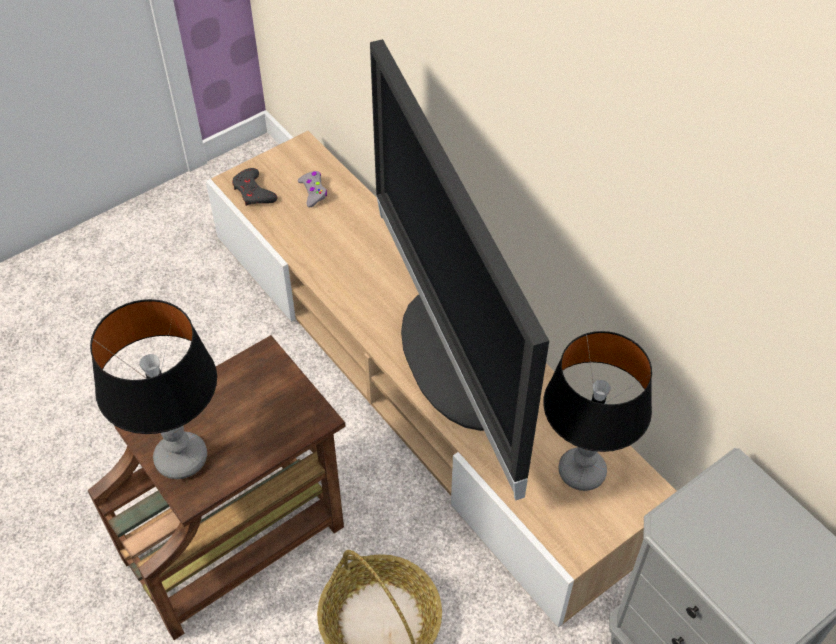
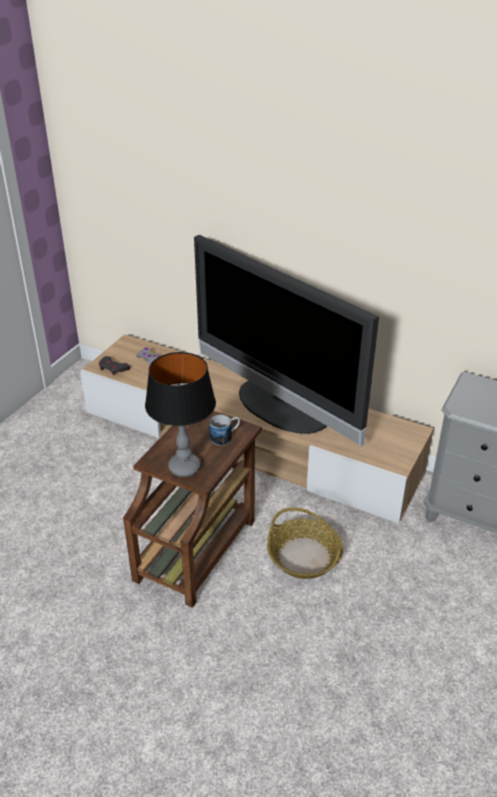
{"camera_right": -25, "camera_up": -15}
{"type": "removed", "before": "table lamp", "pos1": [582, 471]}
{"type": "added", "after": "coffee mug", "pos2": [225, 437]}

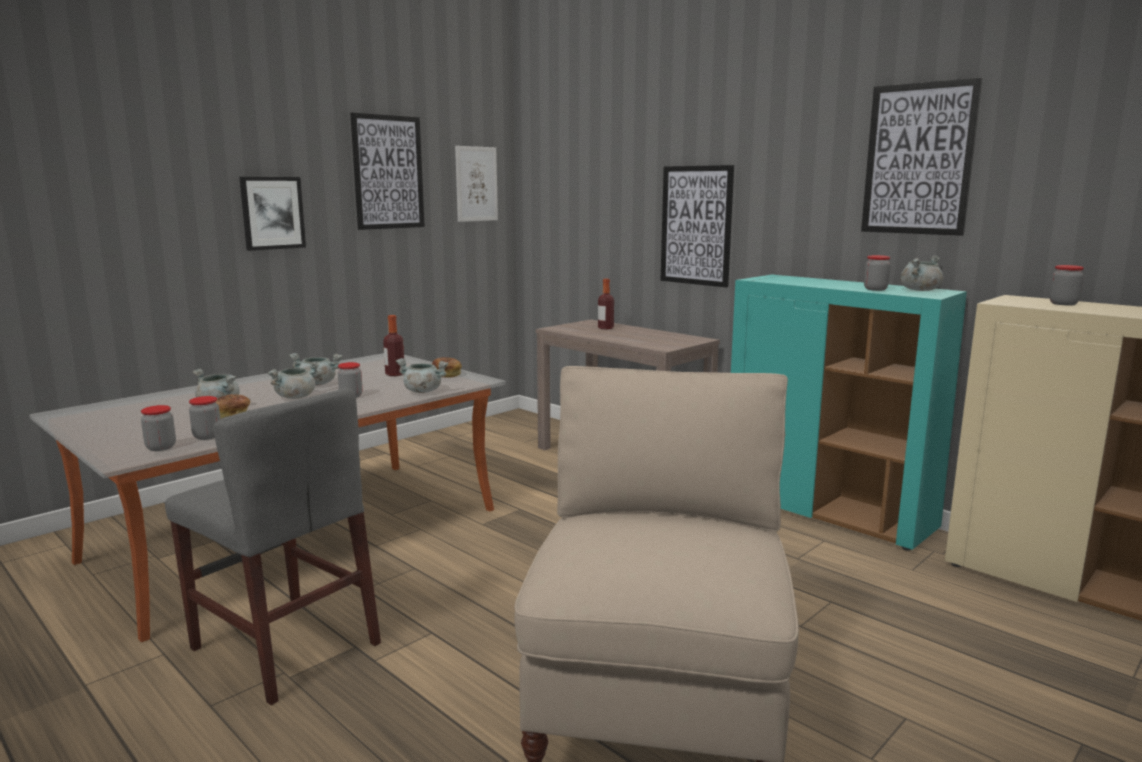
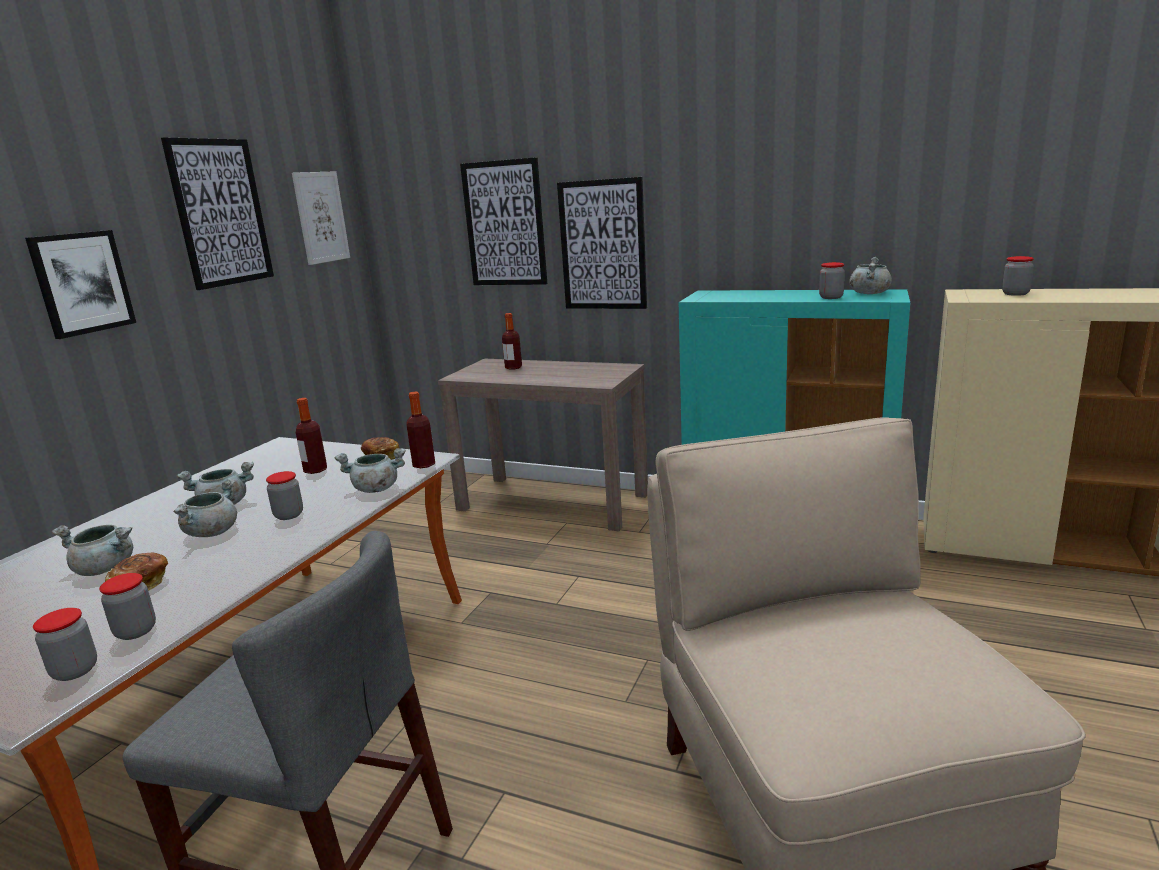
{"camera_right": -20, "camera_up": 5}
{"type": "moved", "before": "picture", "pos1": [918, 159], "pos2": [504, 224]}
{"type": "added", "after": "drink bottle", "pos2": [424, 464]}

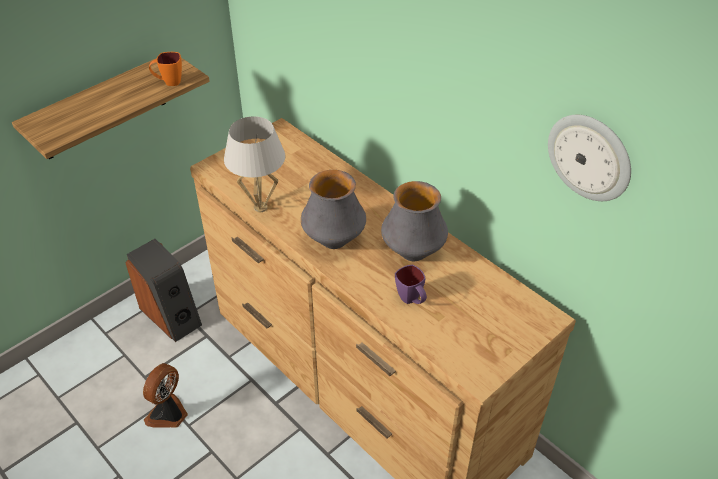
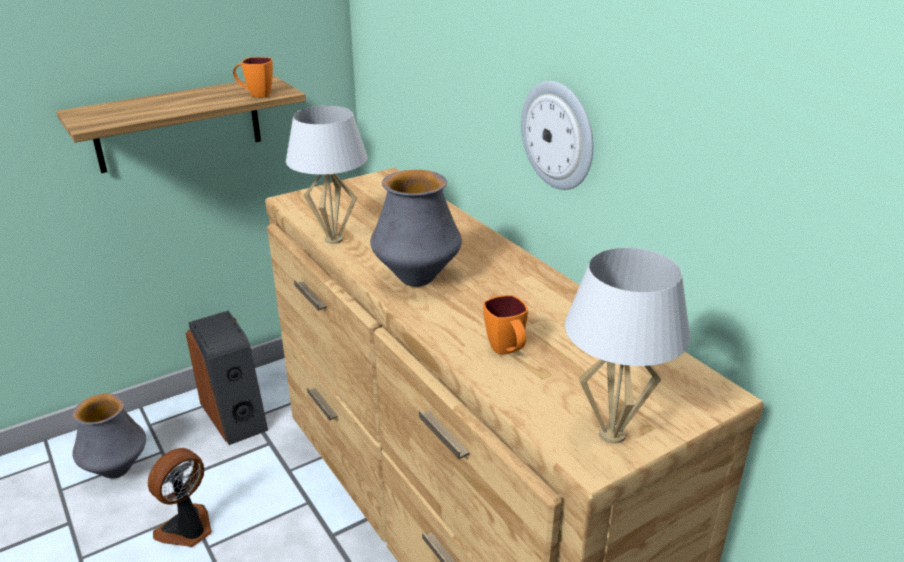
{"camera_right": 10, "camera_up": -15}
{"type": "moved", "before": "clock on the wall", "pos1": [590, 157], "pos2": [558, 135]}
{"type": "moved", "before": "decorative vase", "pos1": [412, 253], "pos2": [116, 470]}
{"type": "recoloured", "before": "coffee mug (purplish)", "after": "coffee mug (orange)", "pos1": [411, 300], "pos2": [507, 351]}
{"type": "added", "after": "table lamp (whitish)", "pos2": [612, 434]}

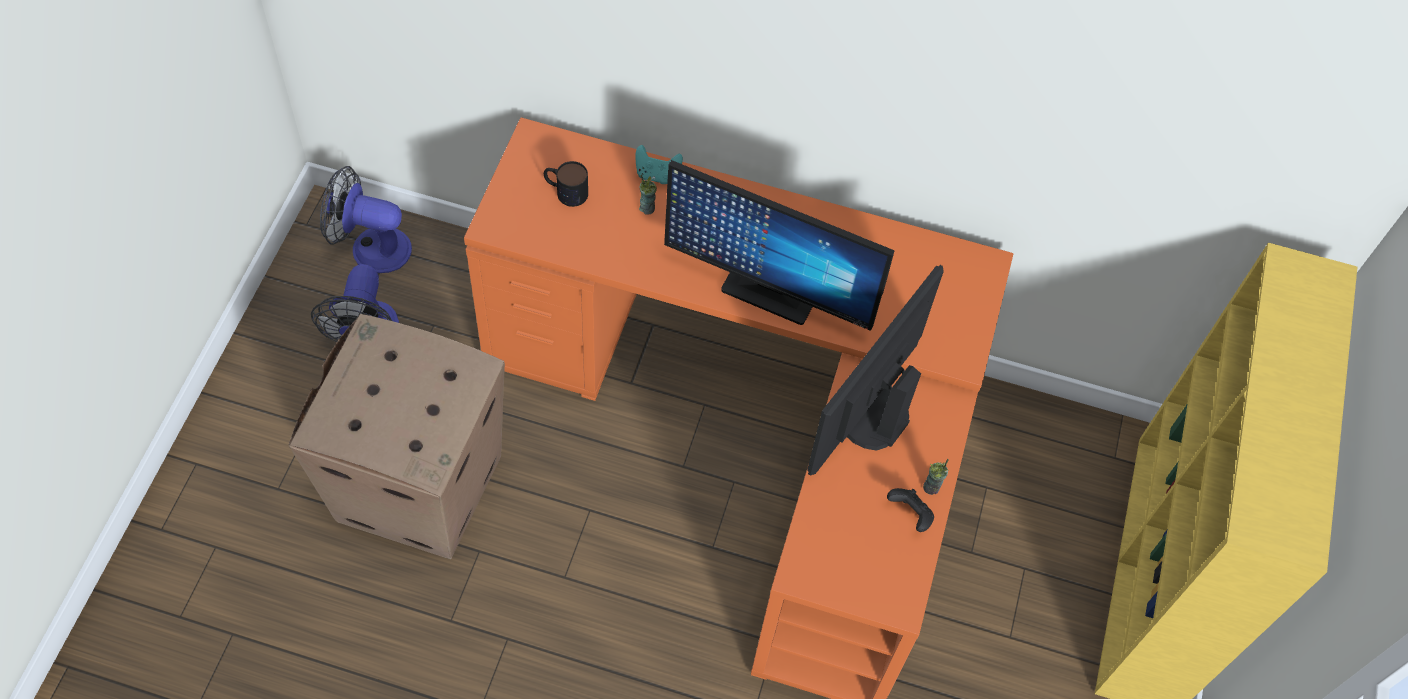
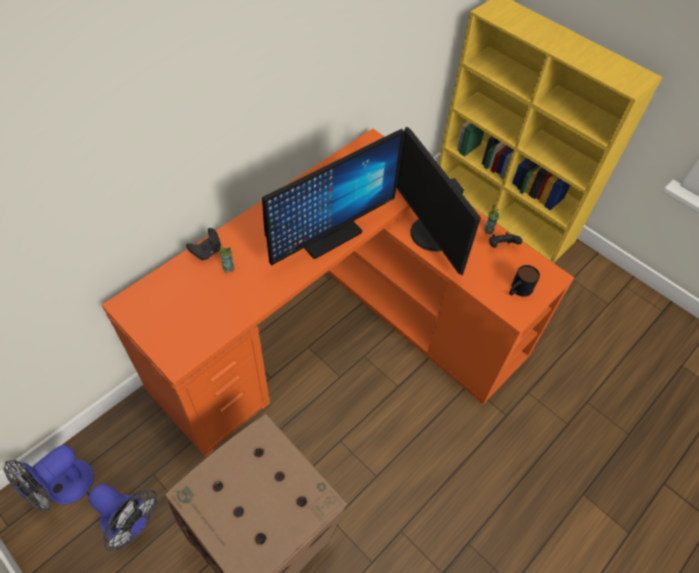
{"camera_right": -60, "camera_up": -5}
{"type": "recoloured", "before": "game controller (turquoise-coloured)", "after": "game controller (black-coloured)", "pos1": [656, 174], "pos2": [207, 252]}
{"type": "moved", "before": "coffee mug", "pos1": [565, 191], "pos2": [518, 290]}

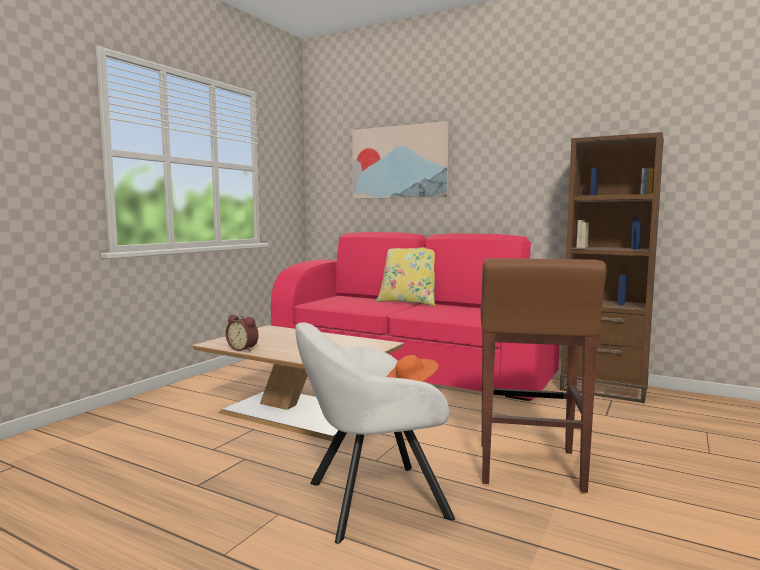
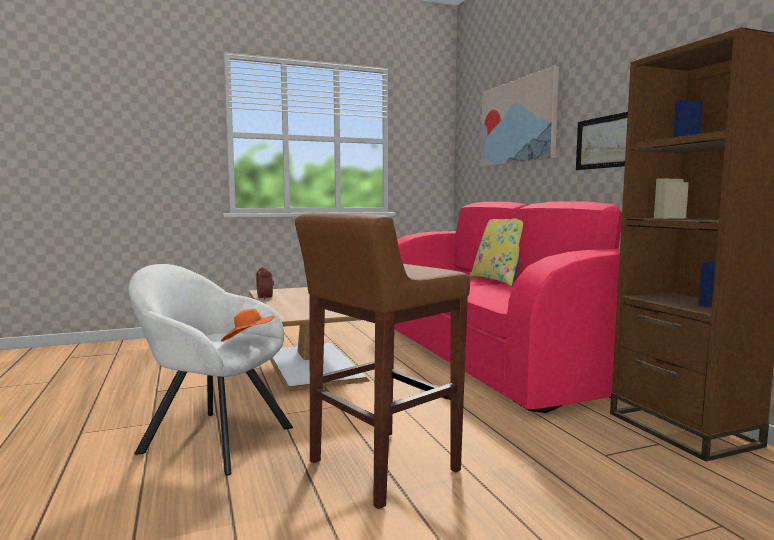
{"camera_right": 40, "camera_up": 0}
{"type": "added", "after": "picture", "pos2": [603, 142]}

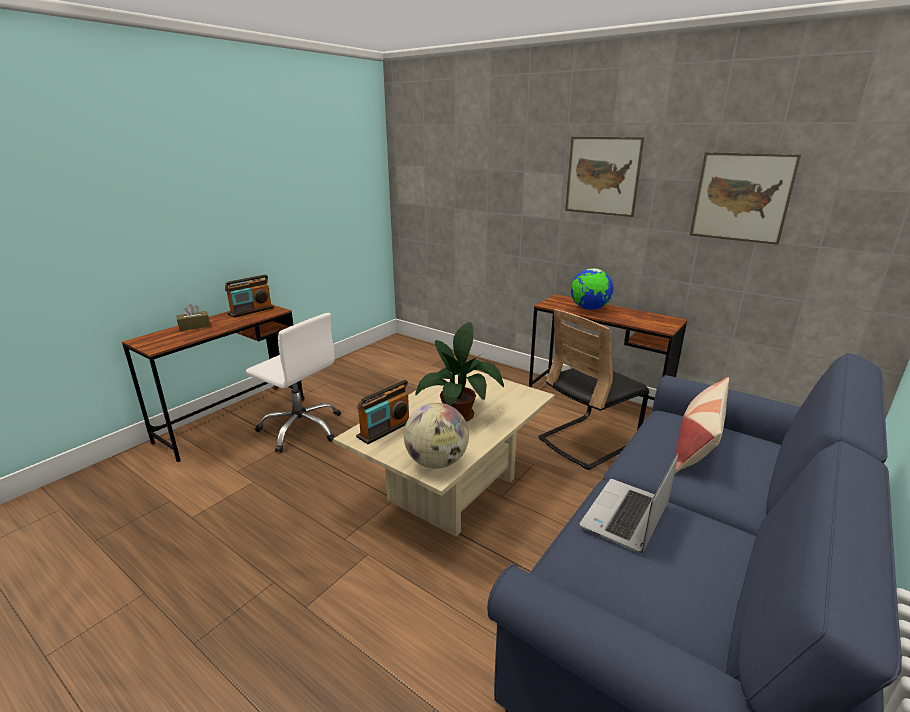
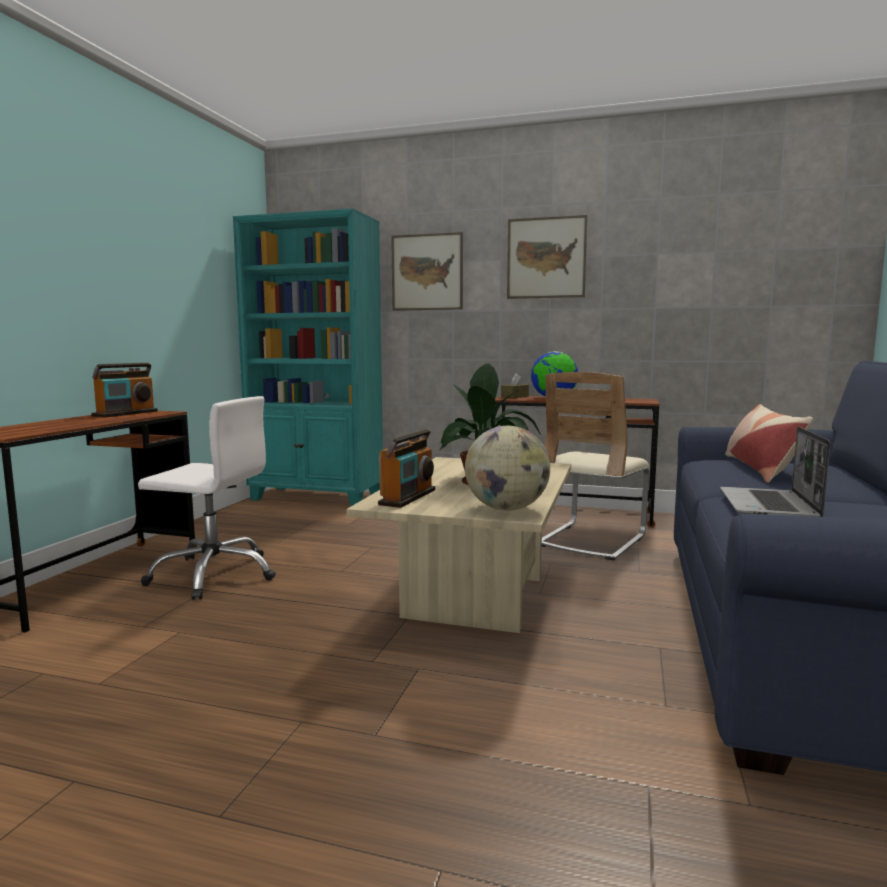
{"camera_right": -20, "camera_up": -15}
{"type": "moved", "before": "picture", "pos1": [741, 197], "pos2": [427, 272]}
{"type": "moved", "before": "tissue holder (brownish)", "pos1": [194, 326], "pos2": [514, 397]}
{"type": "recoloured", "before": "upright chair (black-coloured)", "after": "upright chair (beige)", "pos1": [588, 441], "pos2": [591, 540]}
{"type": "added", "after": "bookcase (turquoise-coloured)", "pos2": [317, 497]}

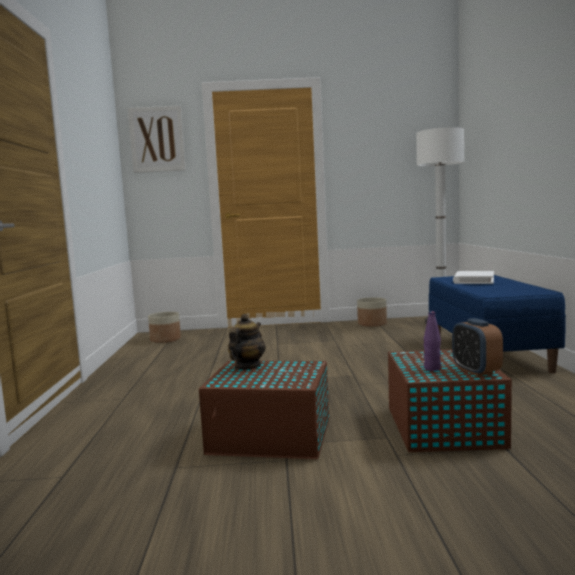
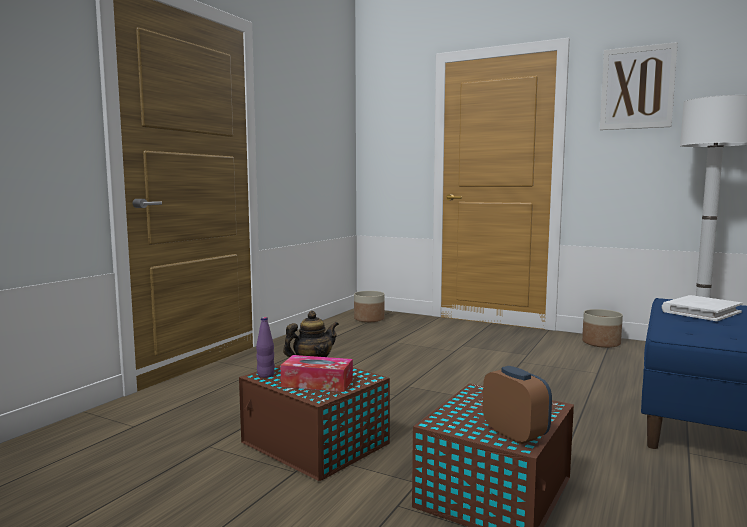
{"camera_right": 30, "camera_up": 0}
{"type": "moved", "before": "picture", "pos1": [157, 139], "pos2": [637, 88]}
{"type": "moved", "before": "drink bottle (purplish)", "pos1": [432, 368], "pos2": [265, 375]}
{"type": "turned", "before": "alarm clock", "pos1": [476, 371], "pos2": [515, 434], "turn": 135}
{"type": "added", "after": "tissue holder", "pos2": [317, 383]}

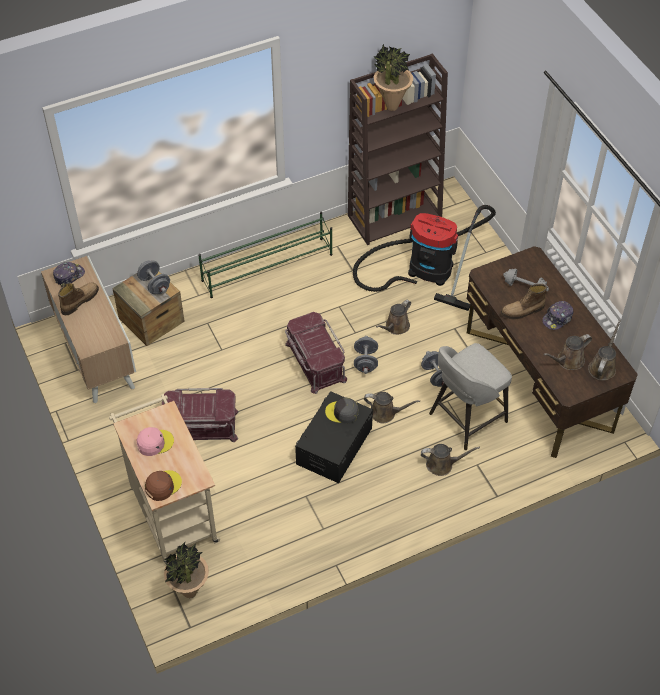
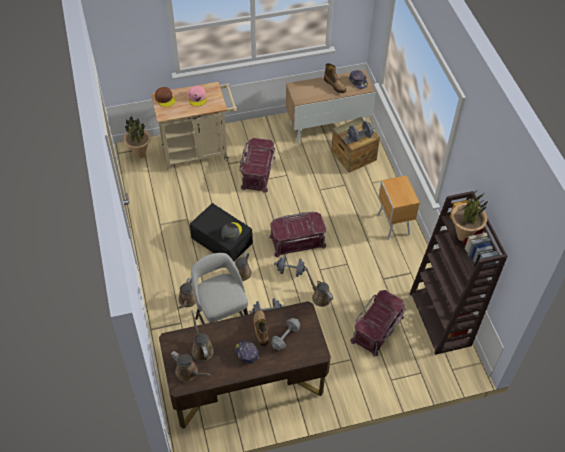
{"camera_right": 100, "camera_up": 0}
{"type": "replaced", "before": "vacuum cleaner", "after": "storage box (reddish)", "pos1": [425, 269], "pos2": [377, 329]}
{"type": "replaced", "before": "shoe rack (green)", "after": "night table (brownish)", "pos1": [268, 267], "pos2": [393, 225]}

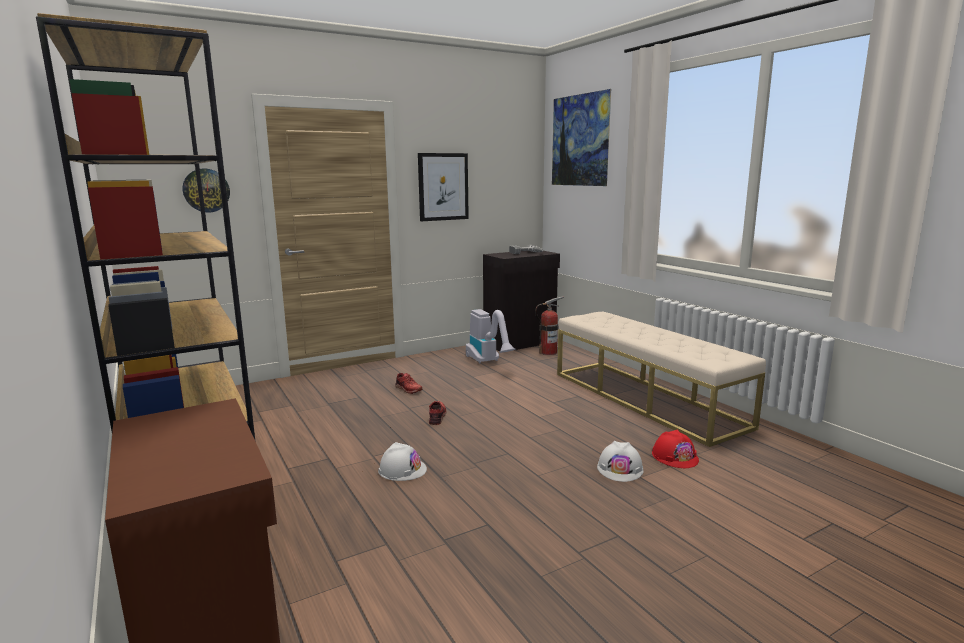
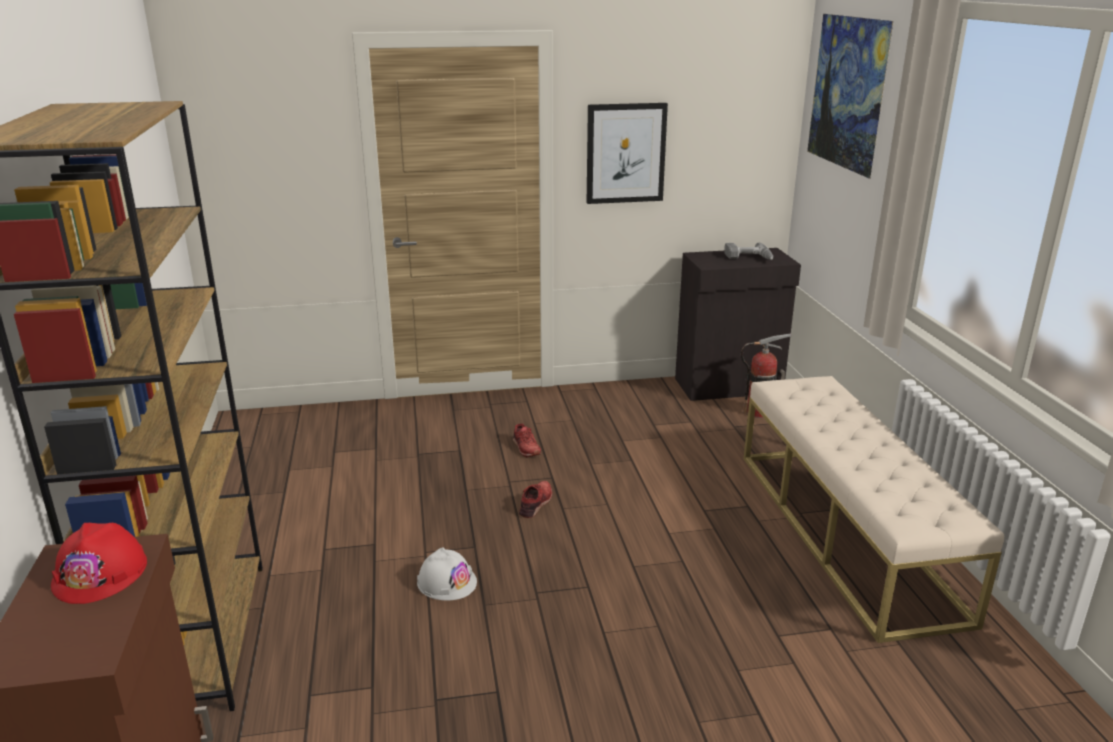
{"camera_right": 20, "camera_up": 10}
{"type": "removed", "before": "clock on the wall", "pos1": [206, 190]}
{"type": "removed", "before": "vacuum cleaner", "pos1": [488, 362]}
{"type": "moved", "before": "hard hat (reddish)", "pos1": [675, 456], "pos2": [101, 573]}
{"type": "removed", "before": "hard hat (whitish)", "pos1": [620, 469]}

